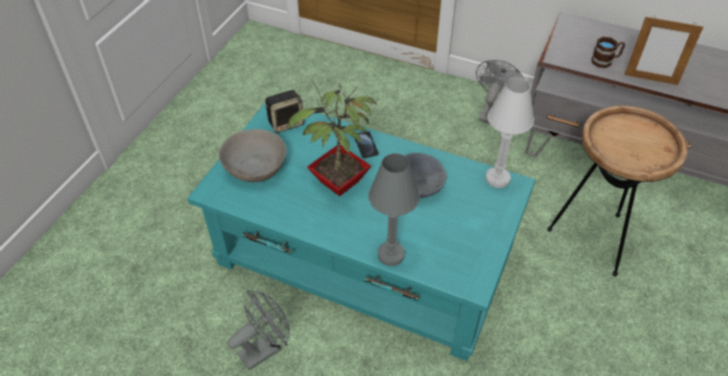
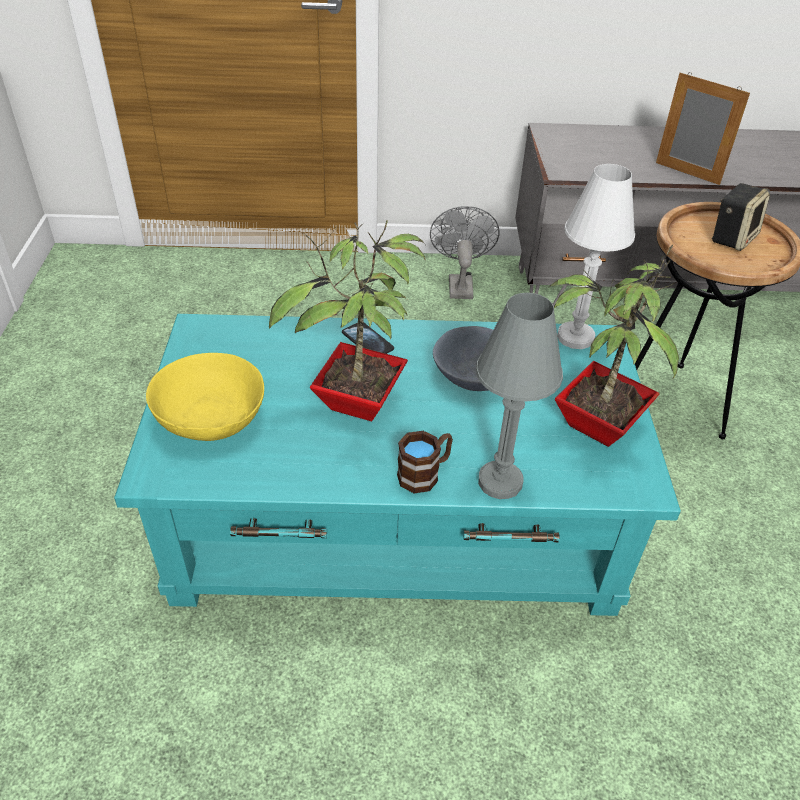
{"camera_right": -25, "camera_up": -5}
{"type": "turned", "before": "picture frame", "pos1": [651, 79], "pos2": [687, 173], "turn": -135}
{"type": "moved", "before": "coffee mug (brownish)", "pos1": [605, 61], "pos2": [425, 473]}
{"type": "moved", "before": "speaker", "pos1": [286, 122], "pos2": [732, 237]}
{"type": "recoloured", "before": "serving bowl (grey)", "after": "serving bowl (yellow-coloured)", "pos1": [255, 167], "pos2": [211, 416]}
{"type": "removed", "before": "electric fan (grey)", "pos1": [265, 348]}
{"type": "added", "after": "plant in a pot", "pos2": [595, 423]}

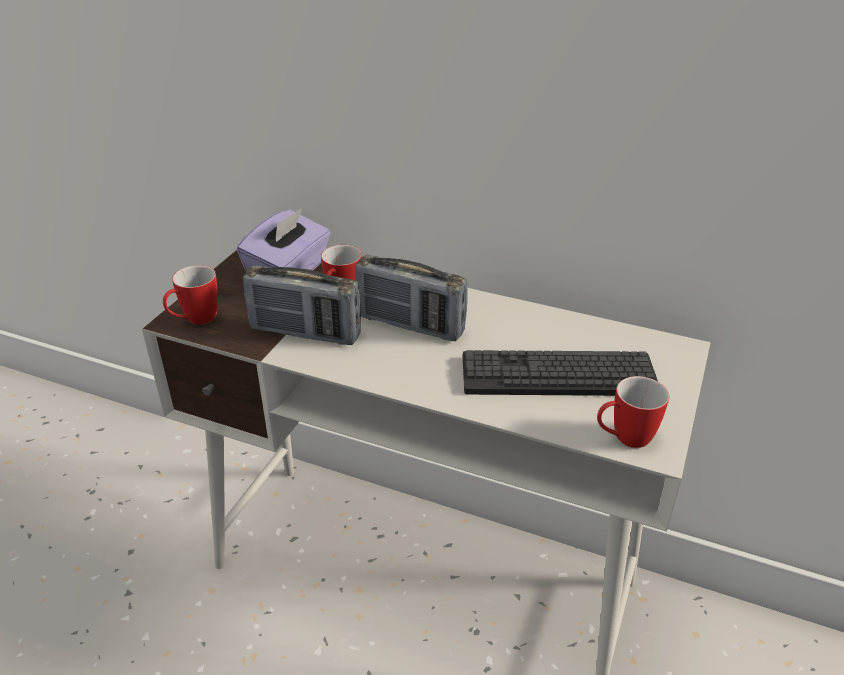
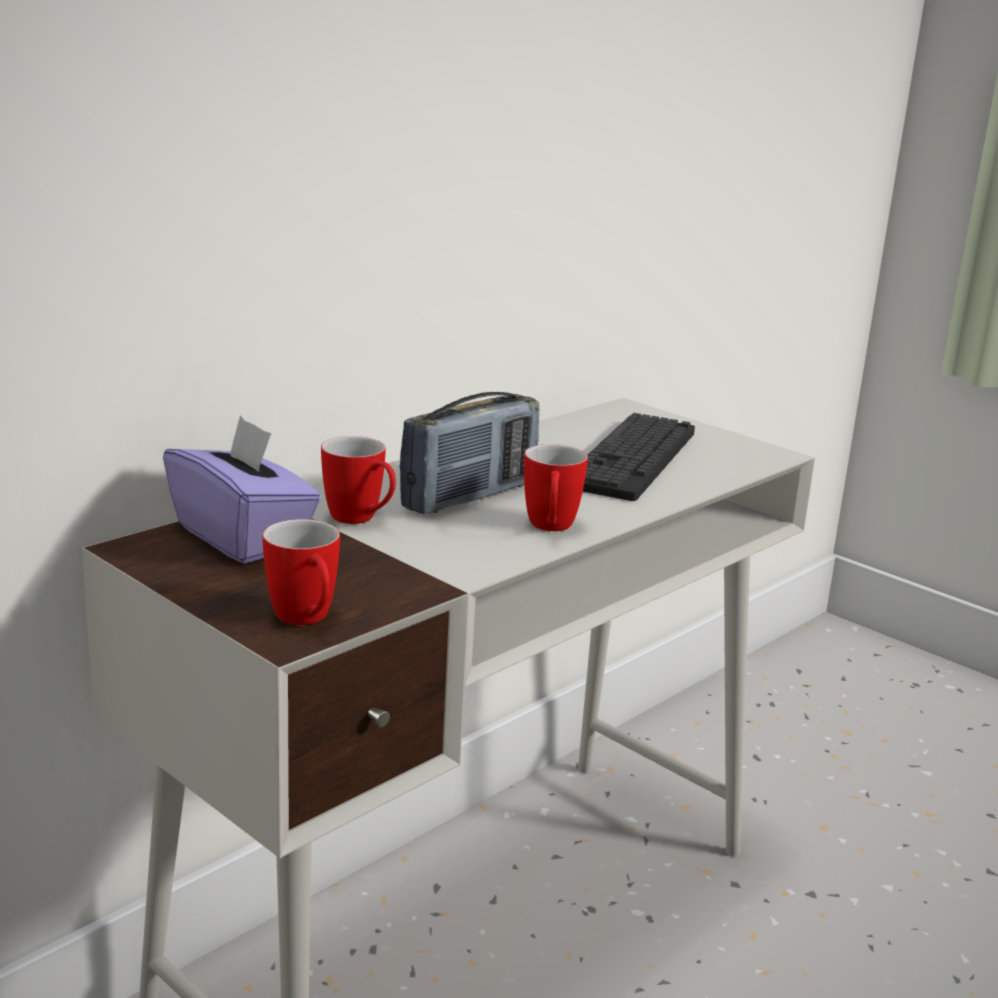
{"camera_right": -70, "camera_up": -15}
{"type": "removed", "before": "radio", "pos1": [305, 333]}
{"type": "moved", "before": "coffee mug", "pos1": [623, 439], "pos2": [550, 528]}

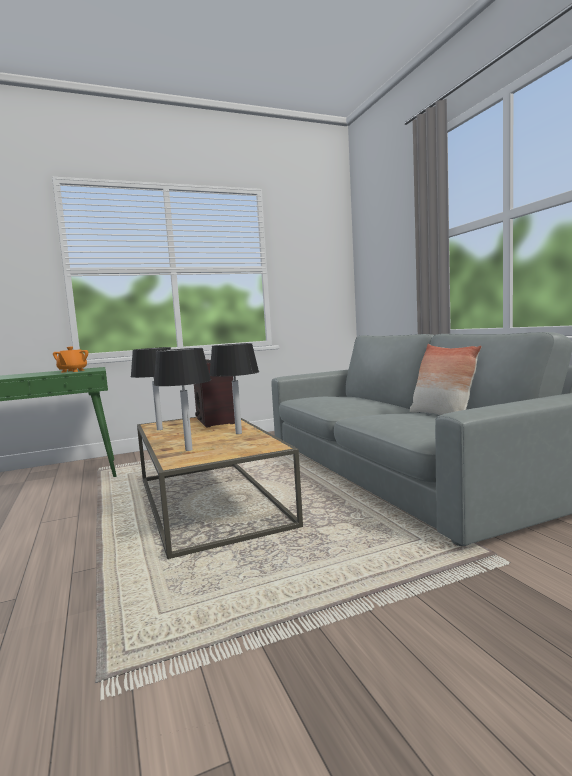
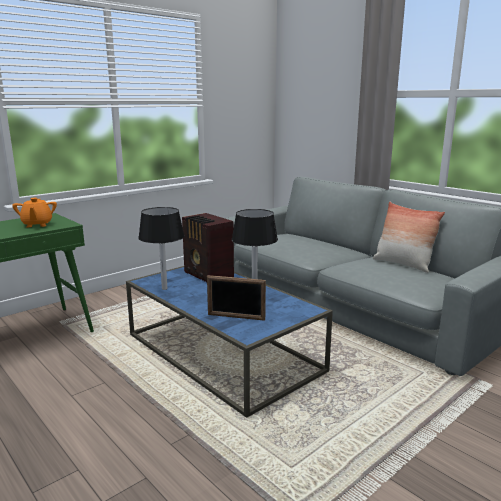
{"camera_right": -20, "camera_up": 10}
{"type": "replaced", "before": "table lamp (black-coloured)", "after": "picture frame", "pos1": [189, 450], "pos2": [236, 317]}
{"type": "recoloured", "before": "low table (brownish)", "after": "low table (bluish)", "pos1": [211, 501], "pos2": [223, 352]}

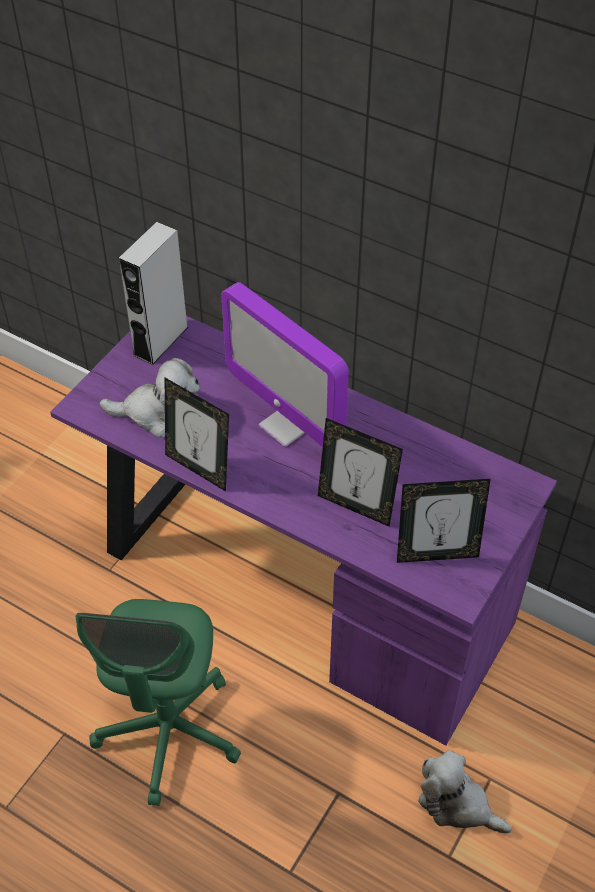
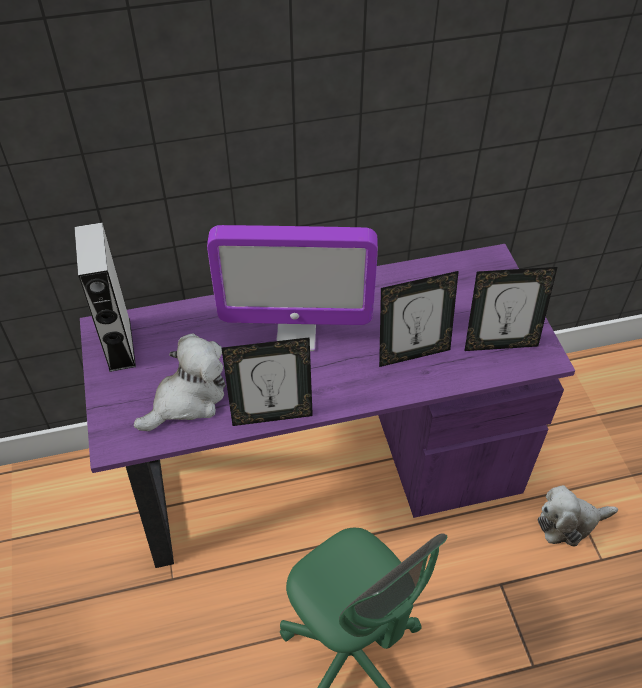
{"camera_right": -45, "camera_up": 0}
{"type": "turned", "before": "picture frame", "pos1": [436, 554], "pos2": [500, 343], "turn": 45}

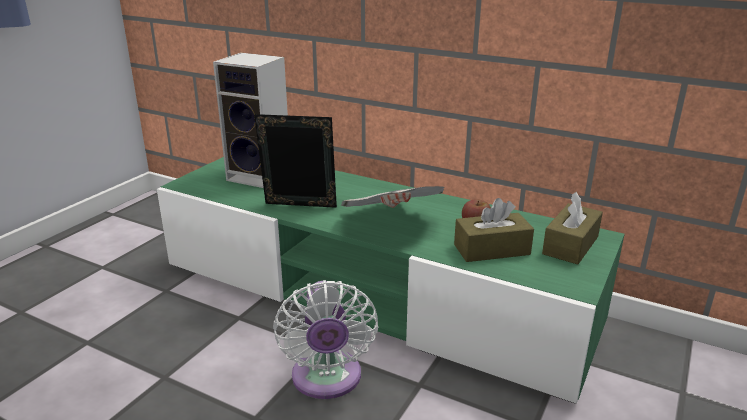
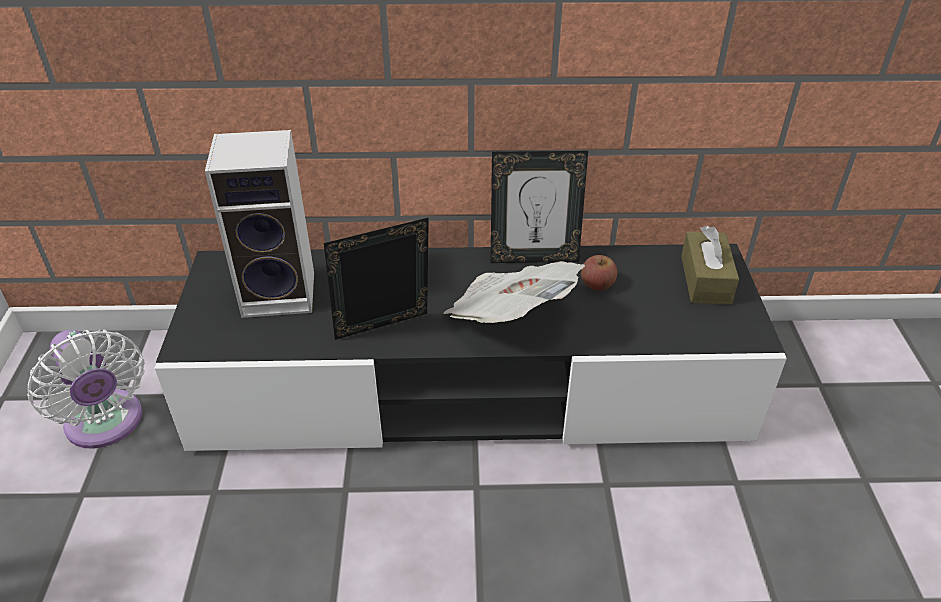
{"camera_right": -30, "camera_up": 15}
{"type": "recoloured", "before": "media console (green)", "after": "media console (black-coloured)", "pos1": [373, 294], "pos2": [470, 388]}
{"type": "removed", "before": "tissue holder (brownish)", "pos1": [491, 249]}
{"type": "moved", "before": "electric fan (whitish)", "pos1": [327, 380], "pos2": [107, 425]}
{"type": "added", "after": "picture frame", "pos2": [534, 257]}

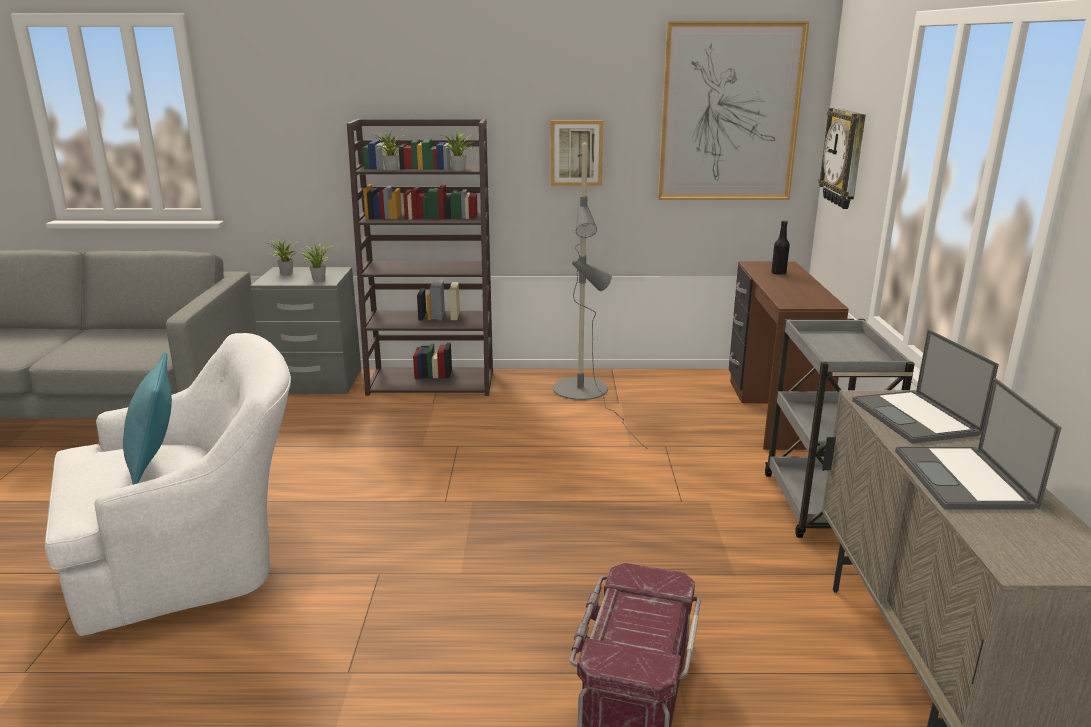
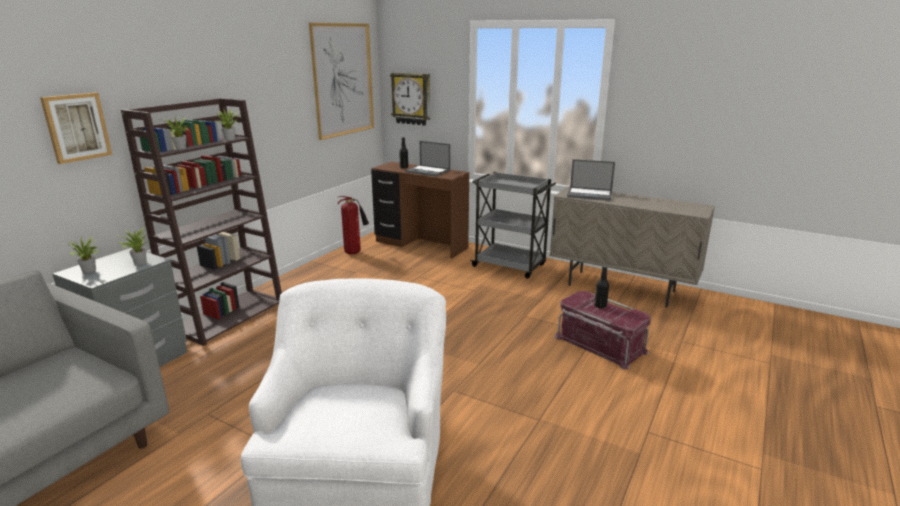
{"camera_right": -60, "camera_up": 0}
{"type": "moved", "before": "picture", "pos1": [576, 152], "pos2": [76, 127]}
{"type": "removed", "before": "standing lamp (grey)", "pos1": [586, 394]}
{"type": "removed", "before": "throw pillow (turquoise-coloured)", "pos1": [156, 464]}
{"type": "moved", "before": "portable computer", "pos1": [964, 479], "pos2": [428, 171]}
{"type": "added", "after": "fire extinguisher", "pos2": [354, 252]}
{"type": "added", "after": "drink bottle (black-coloured)", "pos2": [600, 306]}

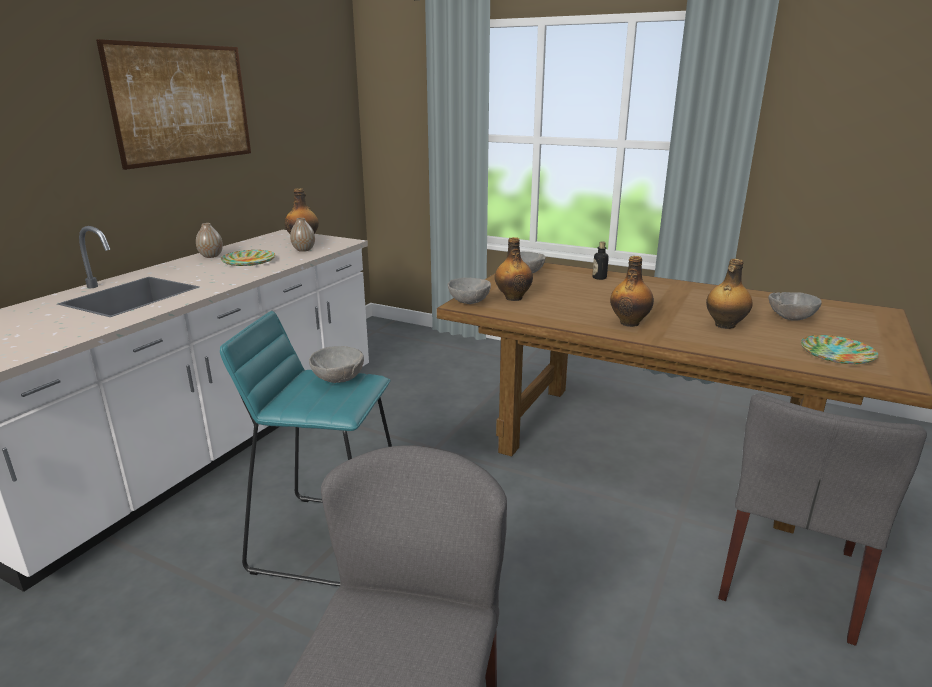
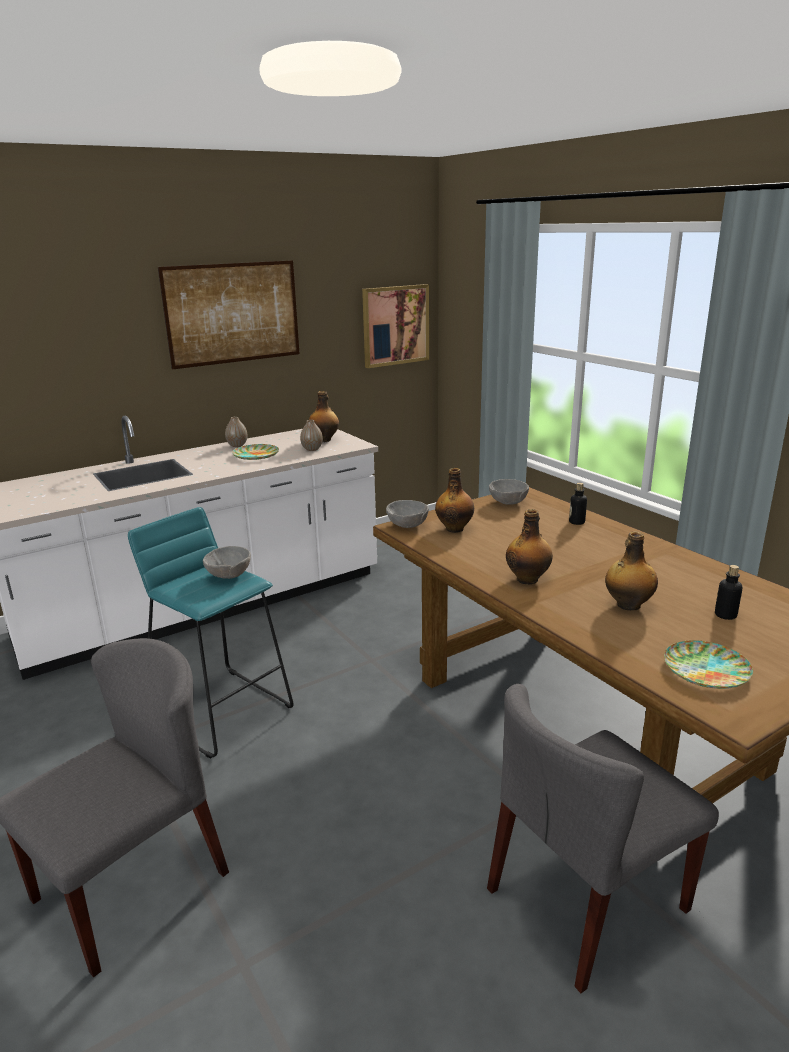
{"camera_right": 30, "camera_up": 0}
{"type": "replaced", "before": "serving bowl (grey)", "after": "drink bottle", "pos1": [790, 318], "pos2": [725, 615]}
{"type": "added", "after": "picture", "pos2": [395, 325]}

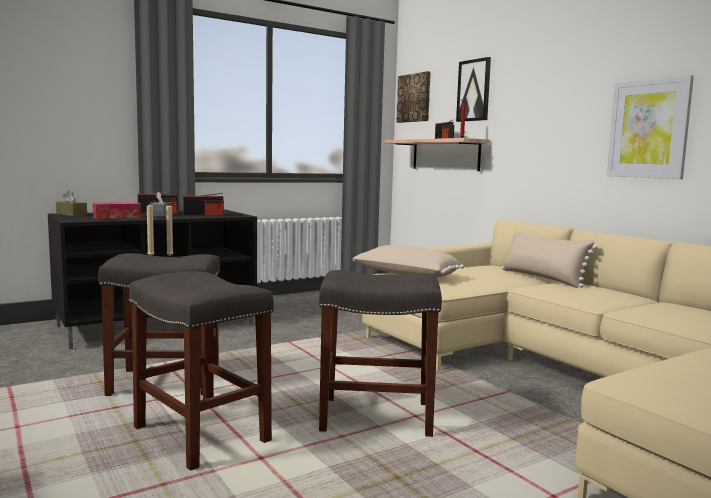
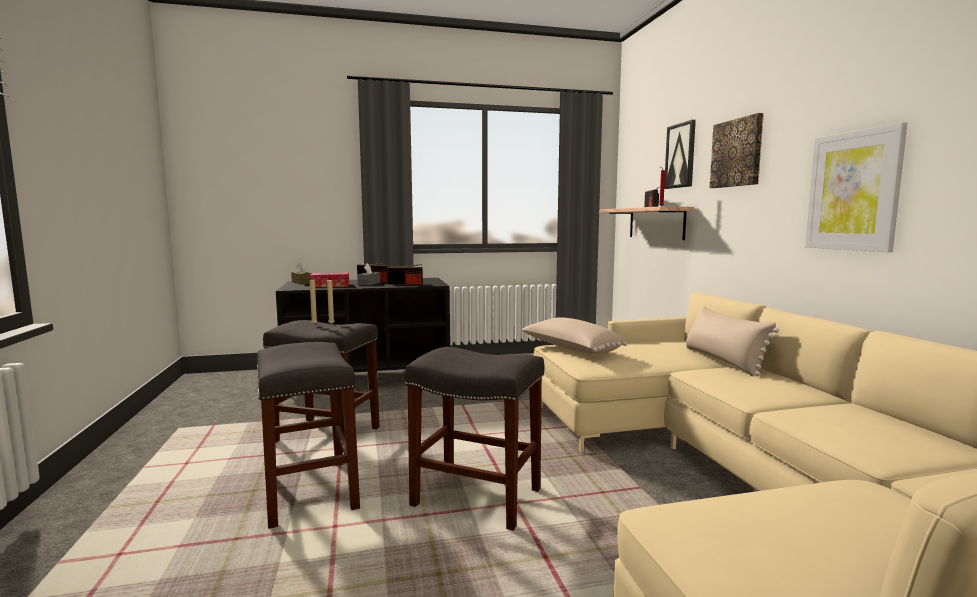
{"camera_right": 20, "camera_up": 0}
{"type": "moved", "before": "picture", "pos1": [414, 98], "pos2": [737, 153]}

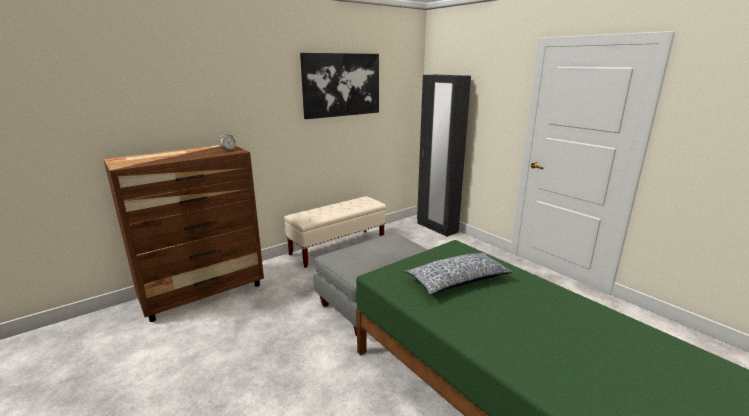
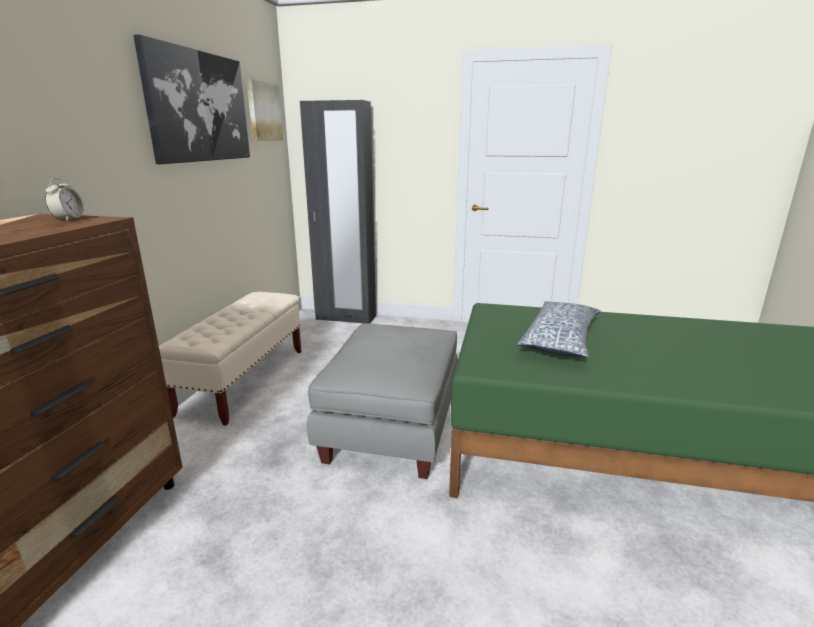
{"camera_right": -40, "camera_up": 0}
{"type": "added", "after": "picture", "pos2": [263, 111]}

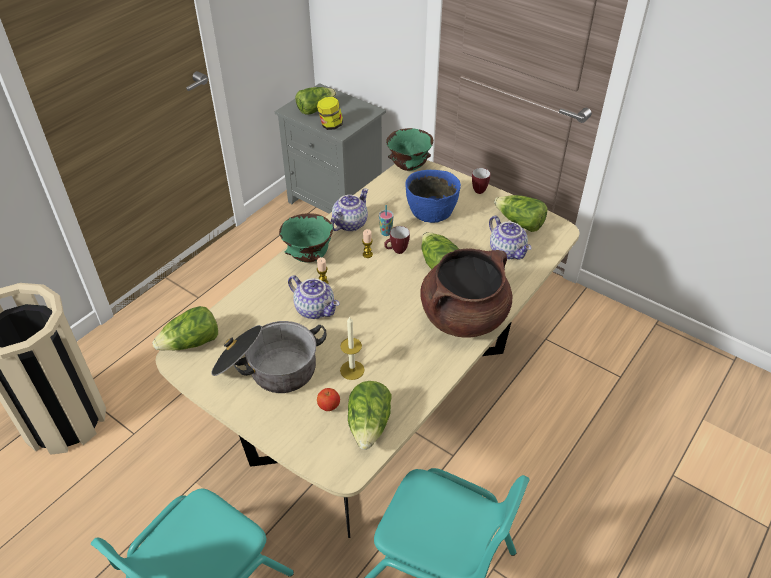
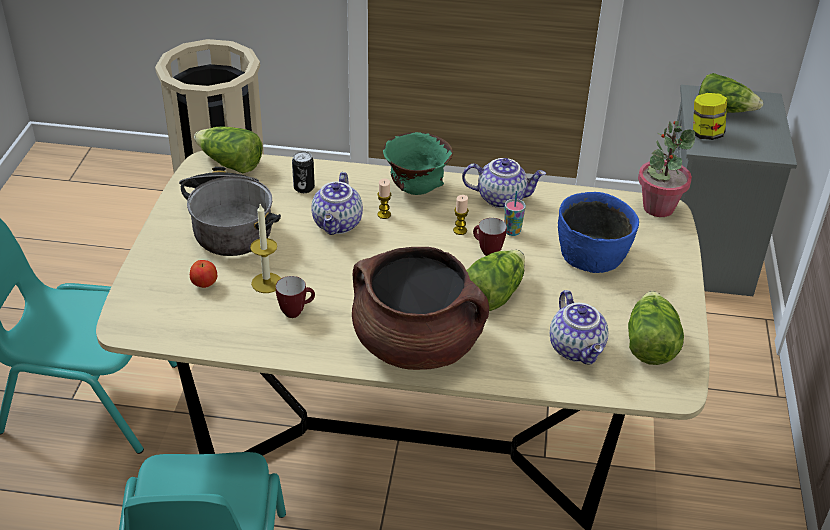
{"camera_right": 60, "camera_up": -5}
{"type": "replaced", "before": "serving bowl (green)", "after": "plant in a pot", "pos1": [408, 167], "pos2": [658, 207]}
{"type": "moved", "before": "coffee mug", "pos1": [479, 189], "pos2": [296, 311]}
{"type": "turned", "before": "pot for tea", "pos1": [508, 251], "pos2": [577, 349], "turn": -45}
{"type": "removed", "before": "head of lettuce", "pos1": [369, 425]}
{"type": "added", "after": "metal can", "pos2": [304, 188]}

